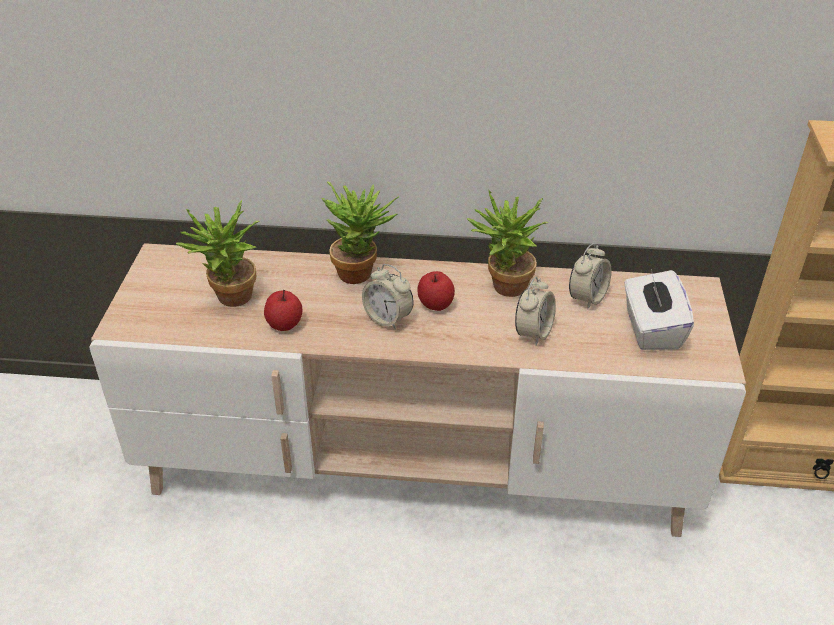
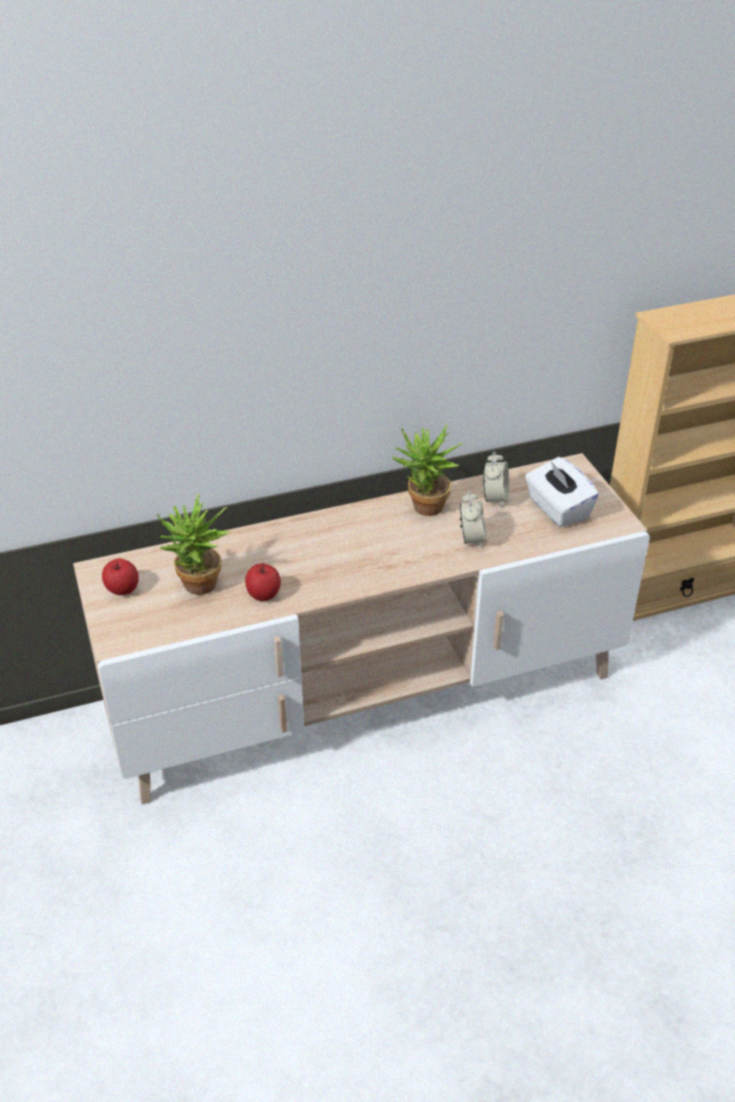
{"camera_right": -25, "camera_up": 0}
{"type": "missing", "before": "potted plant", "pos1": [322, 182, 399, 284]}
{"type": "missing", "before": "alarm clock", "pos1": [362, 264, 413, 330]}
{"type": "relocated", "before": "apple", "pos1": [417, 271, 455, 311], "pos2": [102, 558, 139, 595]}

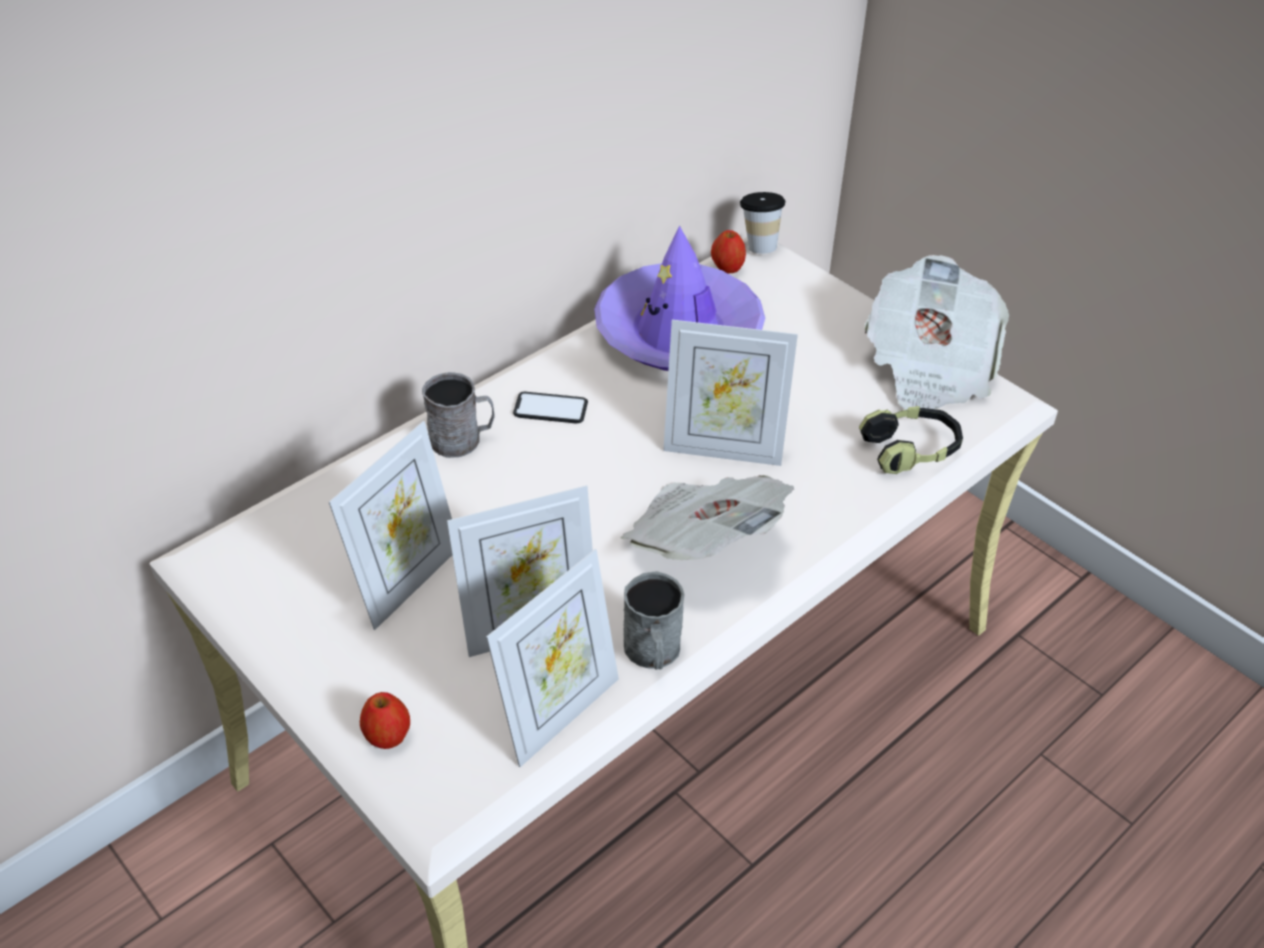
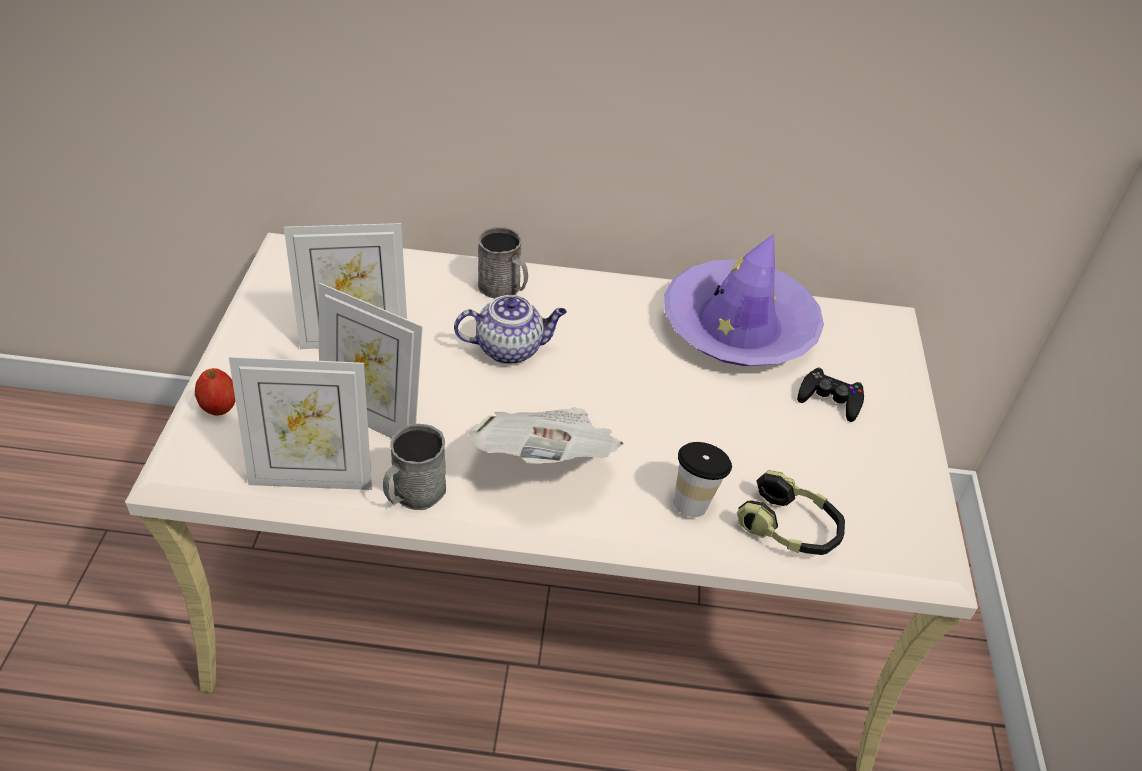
{"camera_right": 45, "camera_up": 0}
{"type": "missing", "before": "phone", "pos1": [513, 392, 588, 423]}
{"type": "missing", "before": "picture frame", "pos1": [663, 320, 798, 466]}
{"type": "missing", "before": "apple", "pos1": [711, 230, 746, 274]}
{"type": "missing", "before": "newspaper", "pos1": [865, 255, 1009, 410]}
{"type": "appeared", "after": "teapot", "pos2": [454, 295, 567, 364]}
{"type": "appeared", "after": "black game controller", "pos2": [797, 367, 864, 422]}
{"type": "relocated", "before": "cup", "pos1": [740, 192, 786, 254], "pos2": [673, 442, 732, 517]}

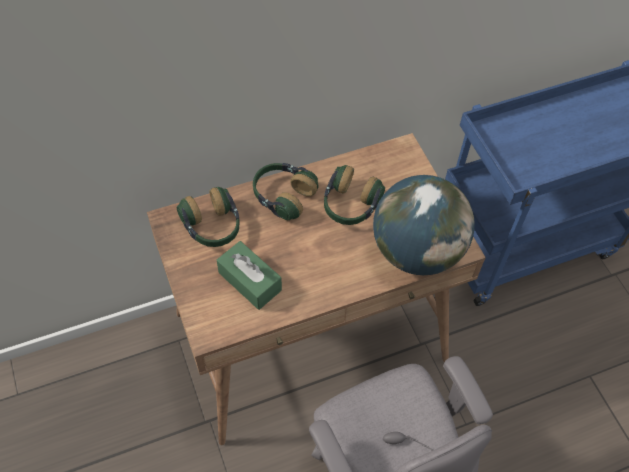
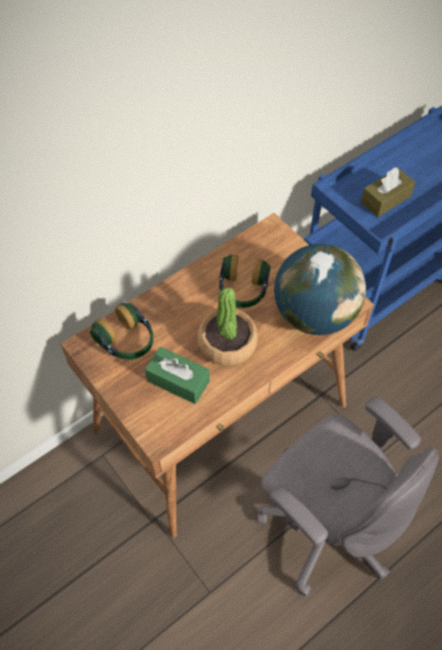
{"camera_right": -15, "camera_up": 0}
{"type": "missing", "before": "headphones", "pos1": [253, 163, 319, 220]}
{"type": "appeared", "after": "potted plant", "pos2": [198, 287, 258, 366]}
{"type": "appeared", "after": "brown tissue box", "pos2": [361, 167, 416, 217]}

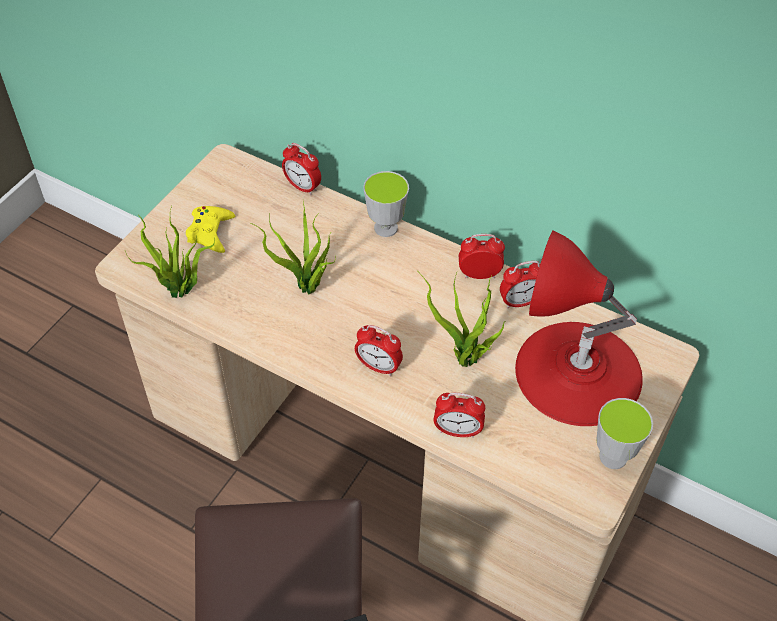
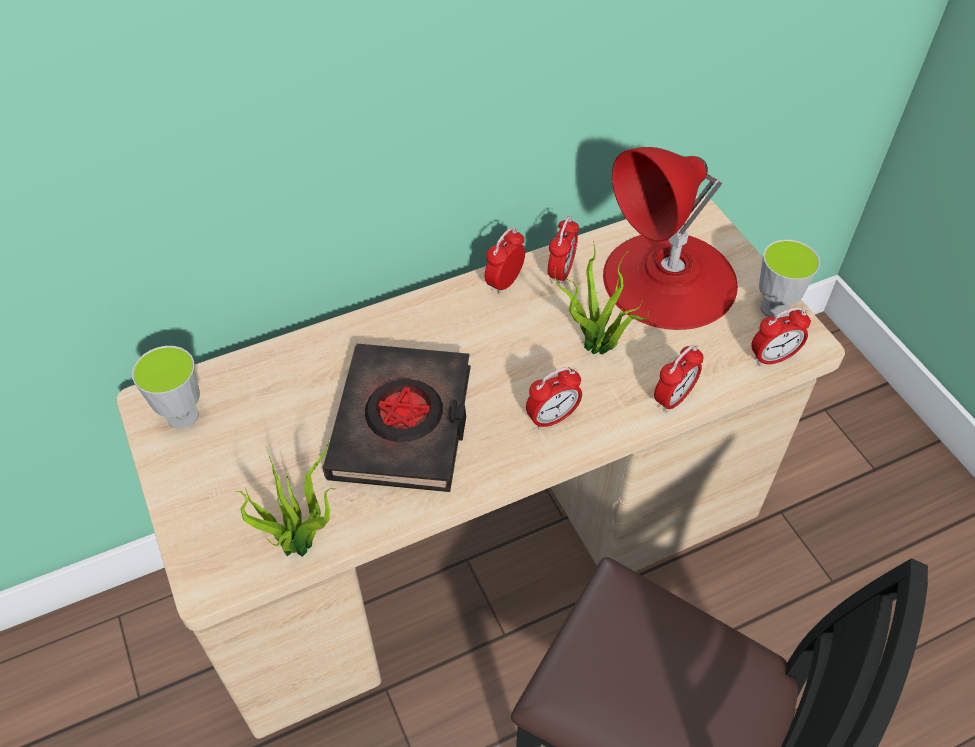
{"camera_right": -55, "camera_up": 0}
{"type": "missing", "before": "yellow game controller", "pos1": [186, 206, 235, 253]}
{"type": "relocated", "before": "alarm clock", "pos1": [282, 143, 321, 195], "pos2": [751, 307, 811, 367]}
{"type": "relocated", "before": "cup", "pos1": [363, 171, 409, 237], "pos2": [132, 346, 200, 429]}
{"type": "exchanged", "before": "potted plant", "after": "black book", "pos1": [250, 199, 336, 294], "pos2": [323, 344, 471, 492]}

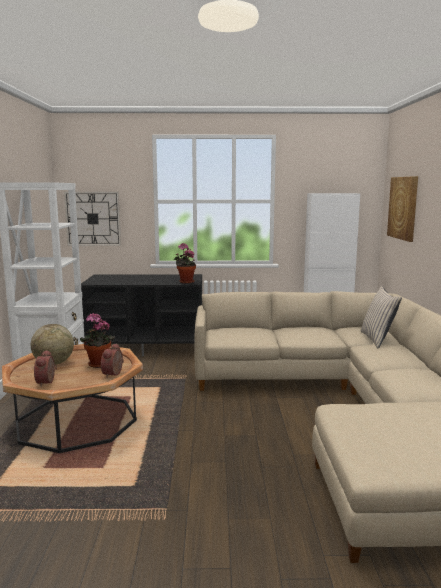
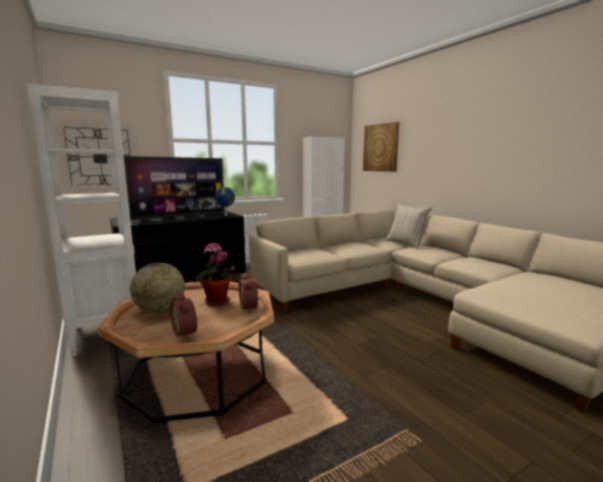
{"camera_right": -30, "camera_up": 0}
{"type": "appeared", "after": "television", "pos2": [124, 156, 224, 221]}
{"type": "exchanged", "before": "potted plant", "after": "globe", "pos1": [174, 243, 196, 284], "pos2": [215, 187, 235, 216]}

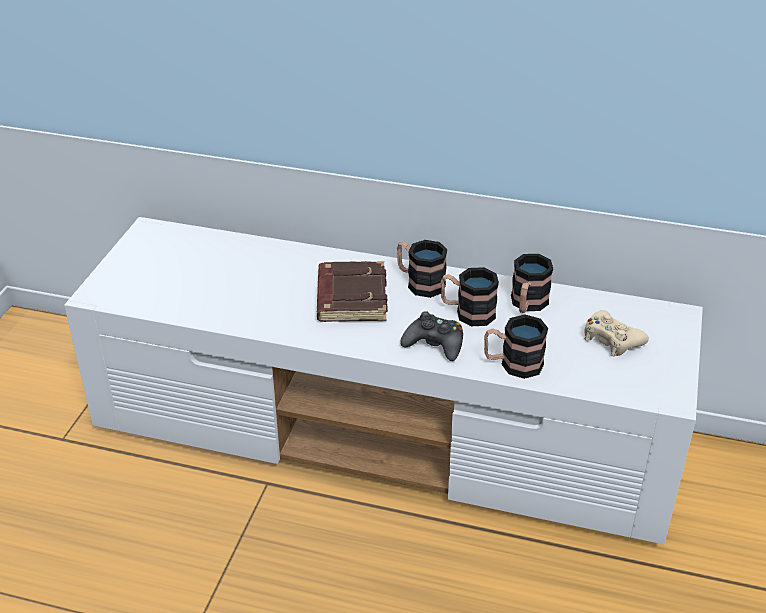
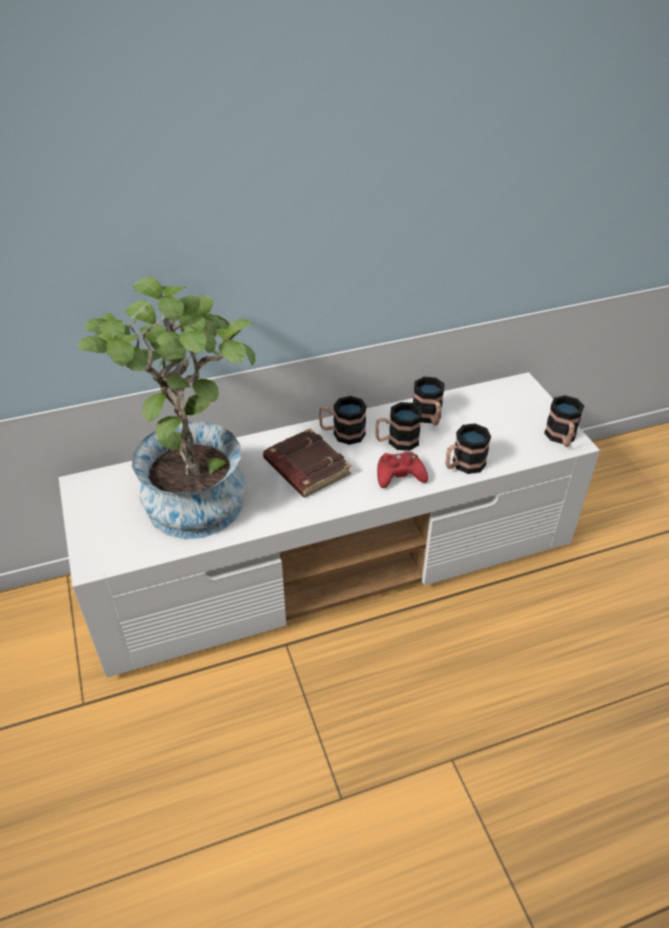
{"camera_right": -35, "camera_up": 5}
{"type": "missing", "before": "beige game controller", "pos1": [584, 310, 649, 356]}
{"type": "appeared", "after": "potted plant", "pos2": [78, 277, 255, 539]}
{"type": "appeared", "after": "mug", "pos2": [544, 395, 584, 447]}
{"type": "colour", "before": "black game controller", "after": "red game controller", "pos1": [400, 311, 463, 361], "pos2": [377, 451, 428, 488]}

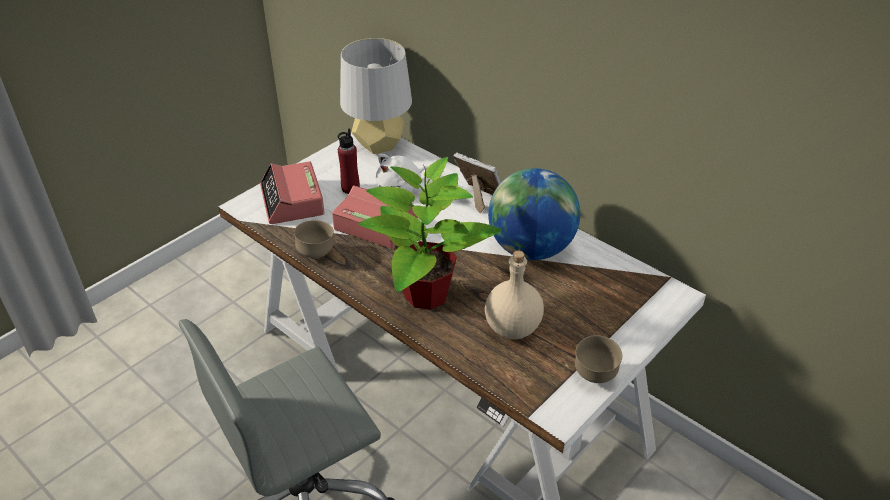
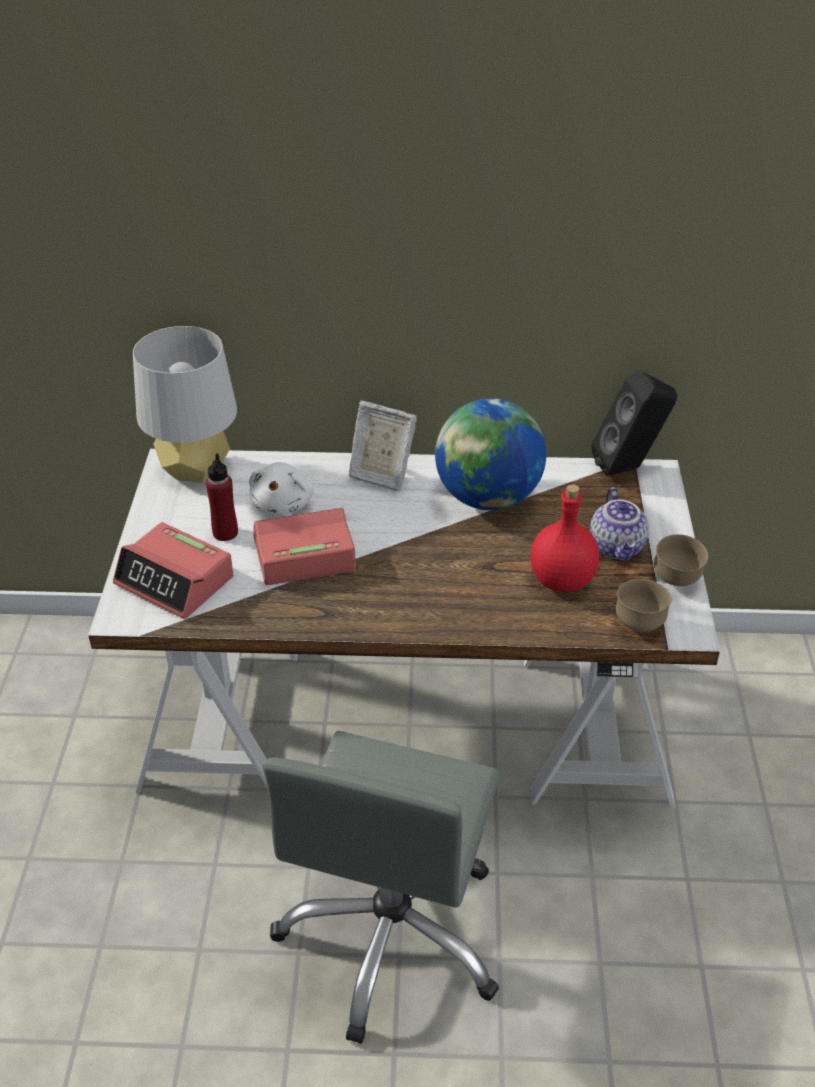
{"camera_right": -40, "camera_up": 0}
{"type": "missing", "before": "potted plant", "pos1": [358, 157, 501, 310]}
{"type": "appeared", "after": "teapot", "pos2": [590, 487, 649, 562]}
{"type": "appeared", "after": "black speaker", "pos2": [591, 371, 677, 476]}
{"type": "relocated", "before": "brown bowl", "pos1": [294, 220, 334, 259], "pos2": [616, 579, 671, 632]}
{"type": "colour", "before": "beige bottle", "after": "red bottle", "pos1": [485, 251, 544, 340], "pos2": [530, 484, 599, 592]}
{"type": "spun", "before": "picture frame", "pos1": [453, 152, 501, 213], "pos2": [349, 401, 417, 491], "turn": -150}

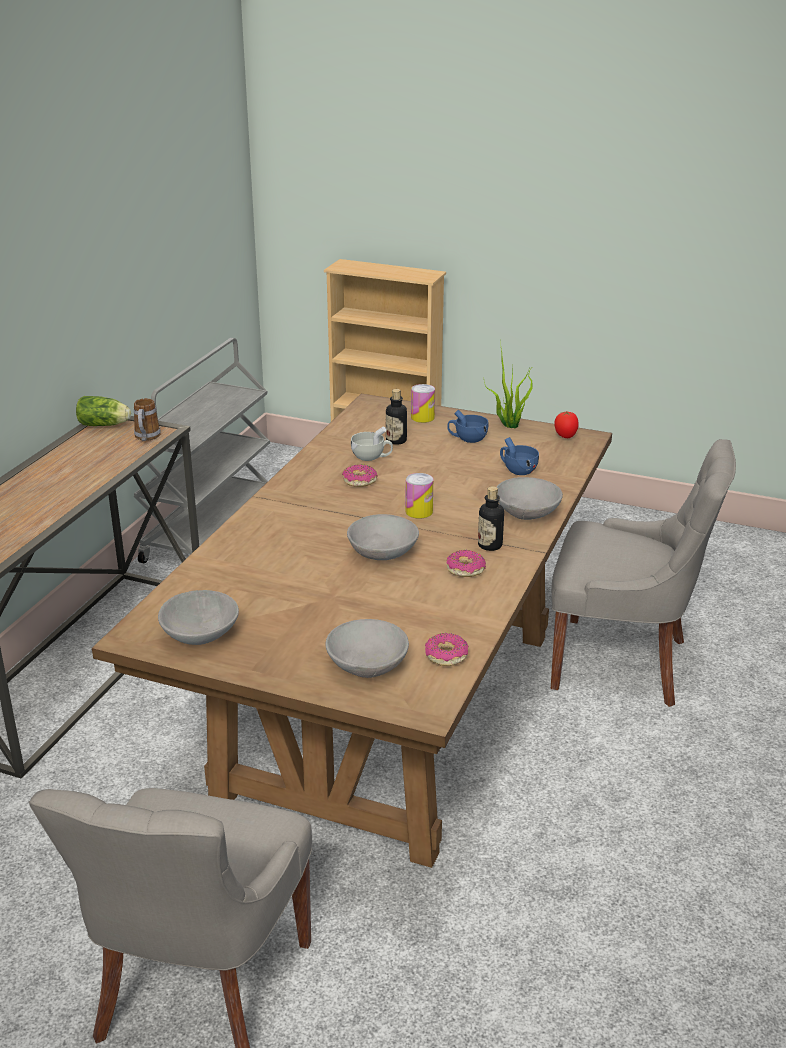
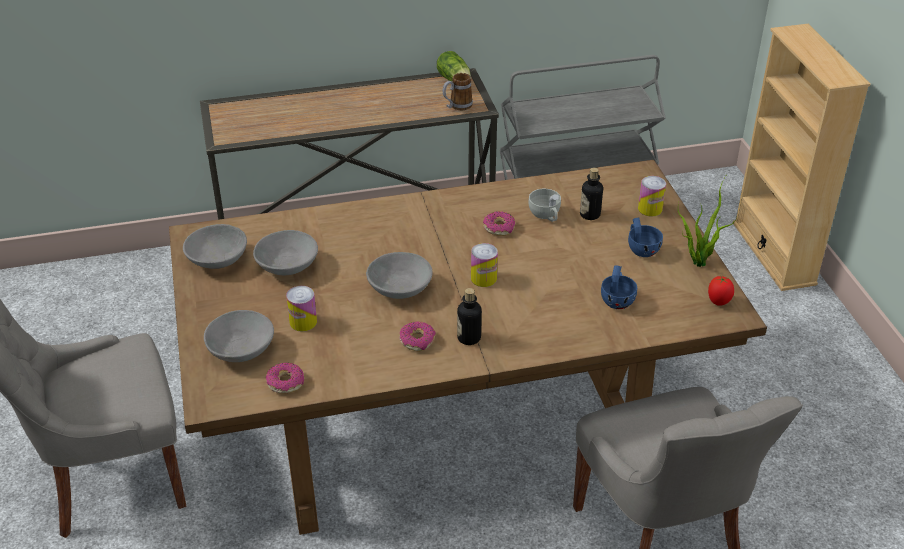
{"camera_right": 55, "camera_up": 10}
{"type": "appeared", "after": "can", "pos2": [286, 286, 317, 332]}
{"type": "relocated", "before": "grey bowl", "pos1": [497, 477, 563, 520], "pos2": [253, 230, 318, 275]}

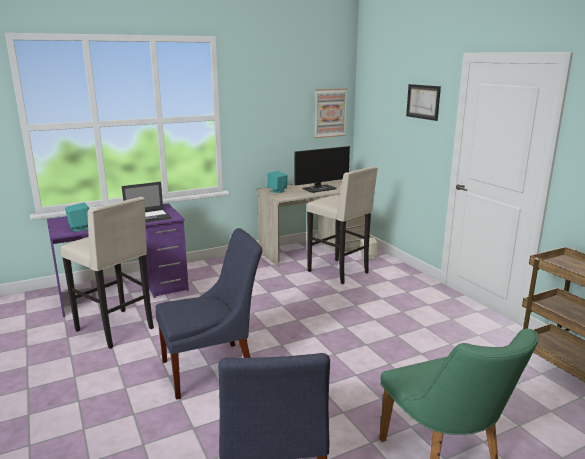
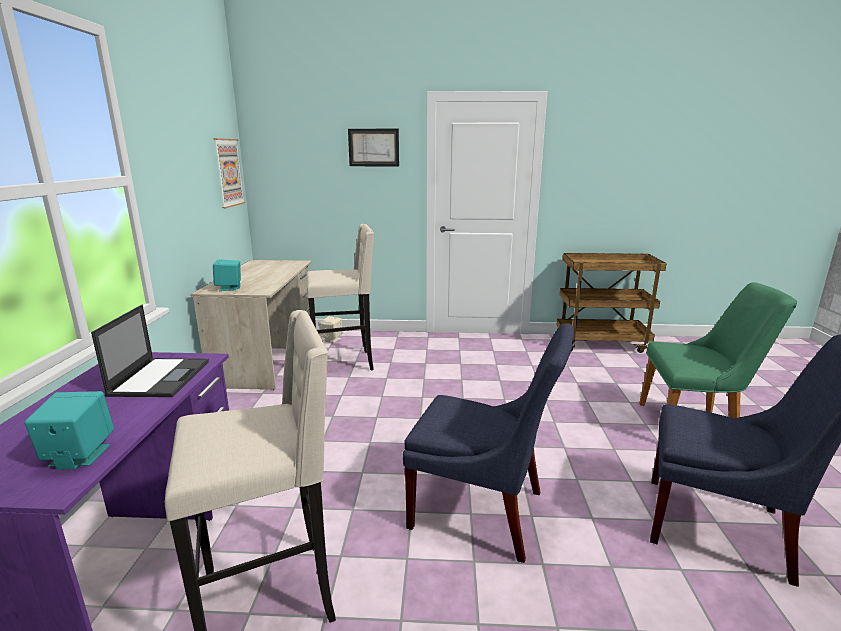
{"camera_right": -60, "camera_up": 0}
{"type": "missing", "before": "monitor", "pos1": [294, 146, 350, 193]}
{"type": "spun", "before": "blue chair", "pos1": [155, 228, 262, 400], "pos2": [403, 323, 574, 563], "turn": 105}

